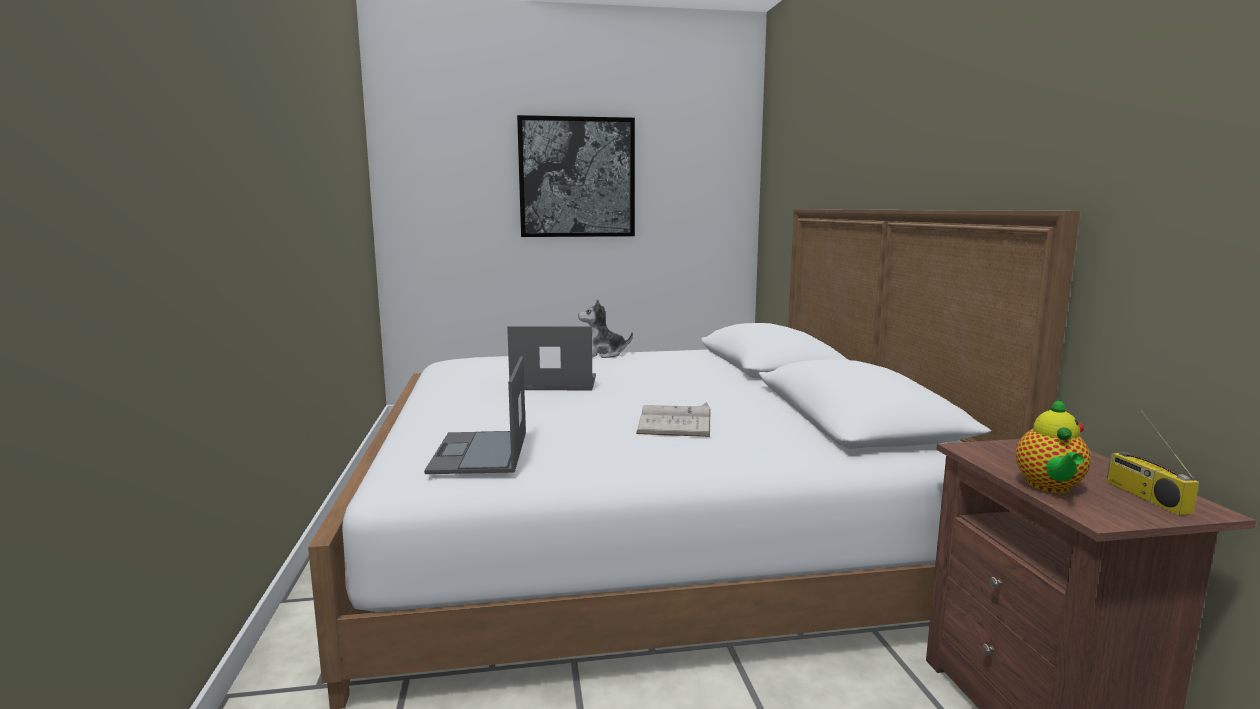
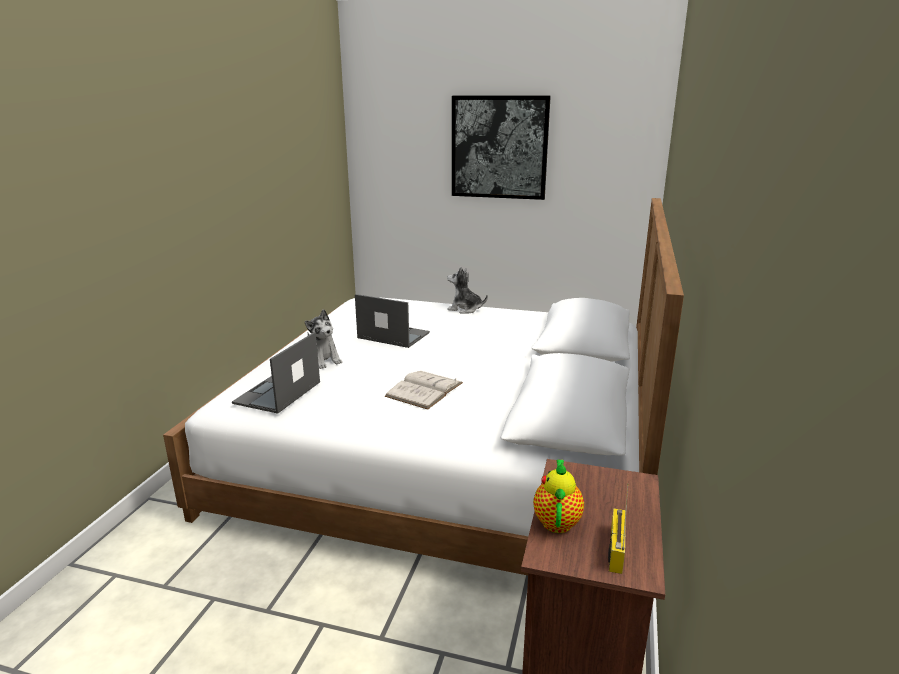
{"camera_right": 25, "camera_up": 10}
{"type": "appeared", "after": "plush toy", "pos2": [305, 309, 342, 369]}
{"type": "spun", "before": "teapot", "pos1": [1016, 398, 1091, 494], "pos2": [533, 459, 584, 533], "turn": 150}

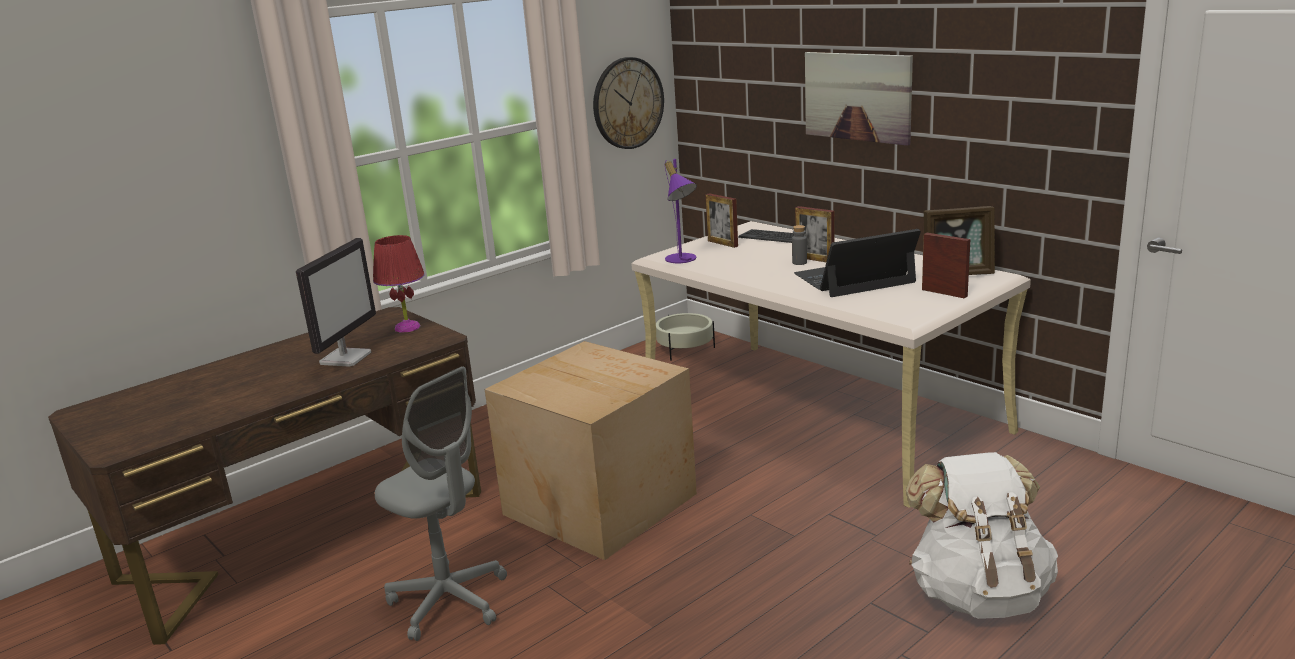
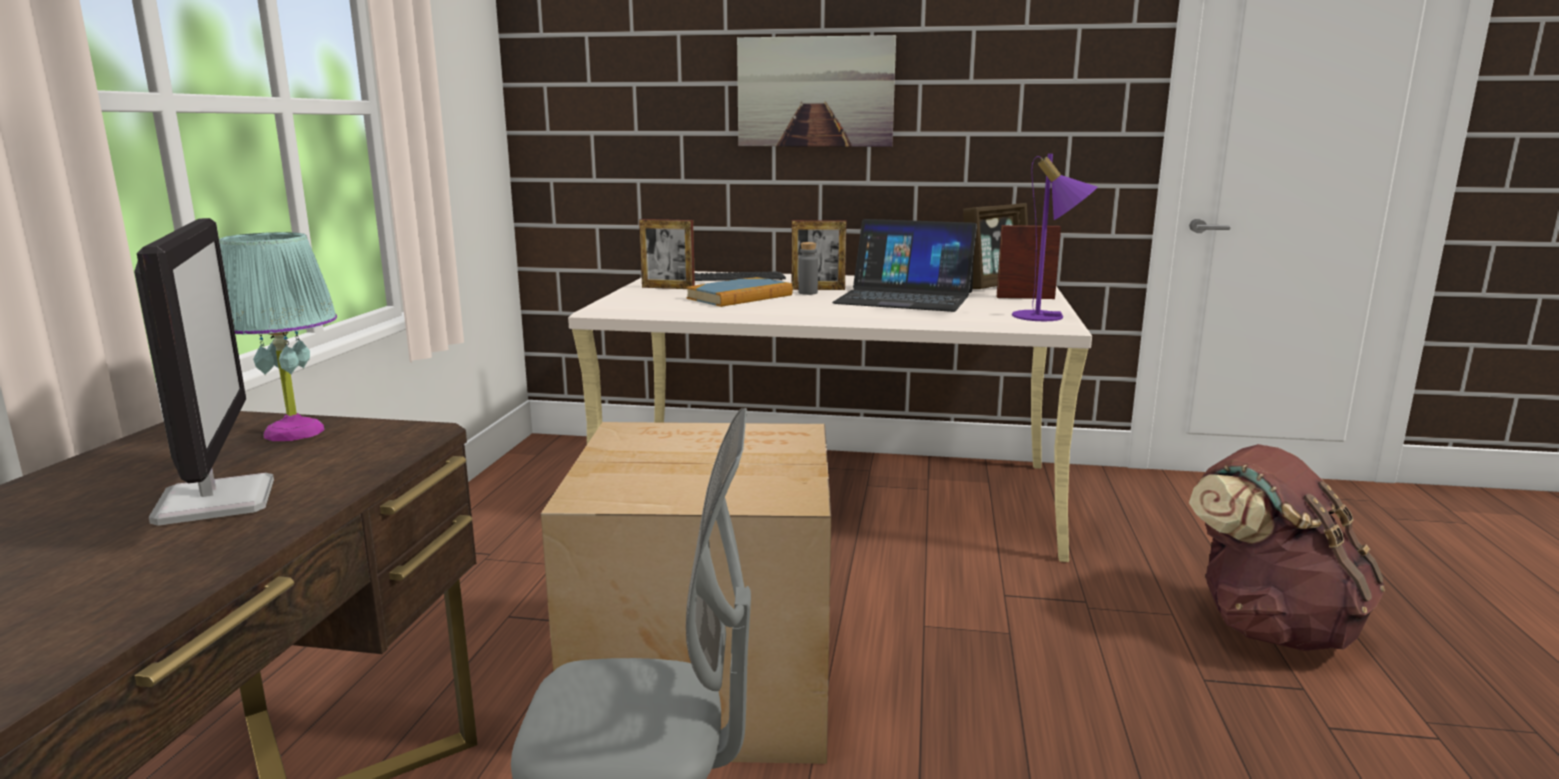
{"camera_right": -40, "camera_up": -5}
{"type": "missing", "before": "wall clock", "pos1": [593, 57, 664, 149]}
{"type": "missing", "before": "beige planter", "pos1": [656, 313, 715, 361]}
{"type": "appeared", "after": "book", "pos2": [686, 277, 793, 307]}
{"type": "relocated", "before": "purple table lamp", "pos1": [665, 159, 697, 263], "pos2": [1012, 154, 1098, 321]}
{"type": "colour", "before": "red table lamp", "after": "turquoise table lamp", "pos1": [373, 235, 424, 333], "pos2": [219, 232, 337, 441]}
{"type": "colour", "before": "white backpack", "after": "brown backpack", "pos1": [906, 452, 1058, 619], "pos2": [1189, 444, 1385, 651]}
{"type": "spun", "before": "laptop", "pos1": [794, 229, 921, 297], "pos2": [832, 219, 977, 312], "turn": -105}

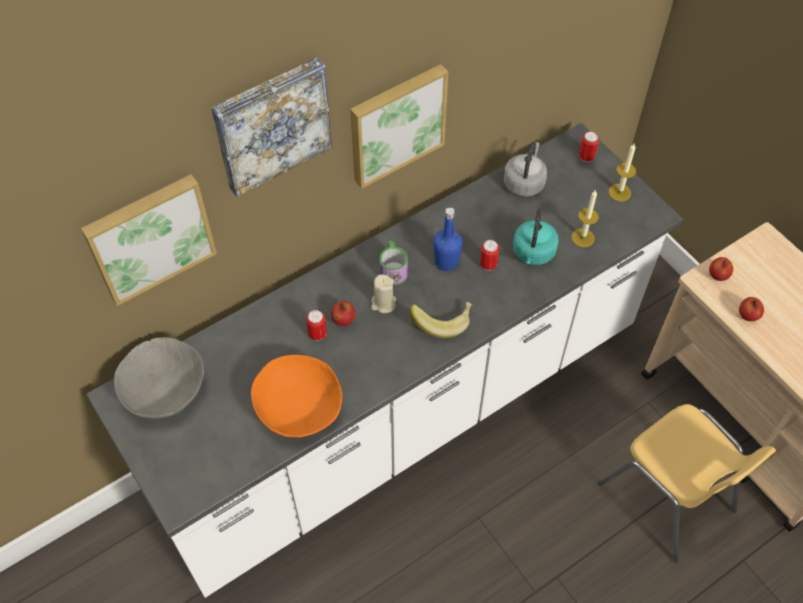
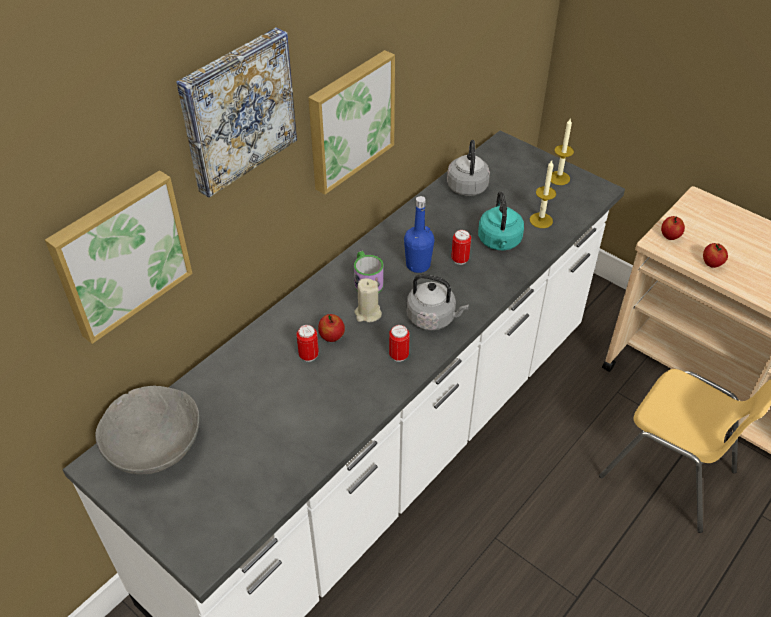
{"camera_right": -15, "camera_up": -10}
{"type": "missing", "before": "orange bowl", "pos1": [251, 355, 342, 437]}
{"type": "relocated", "before": "can", "pos1": [579, 132, 599, 162], "pos2": [389, 325, 410, 362]}
{"type": "exchanged", "before": "banana", "after": "grey kettle", "pos1": [409, 302, 472, 338], "pos2": [406, 274, 469, 330]}

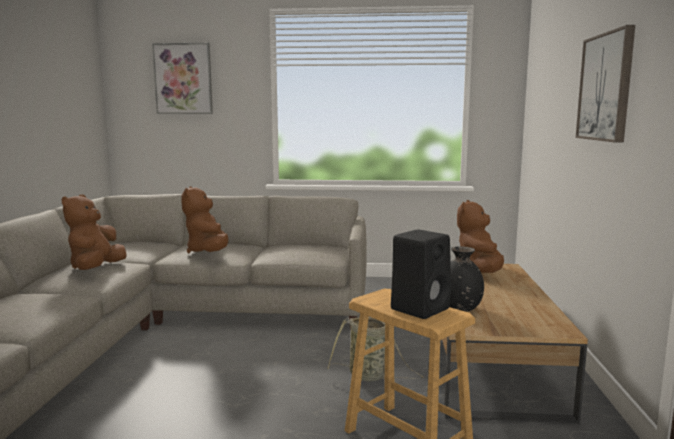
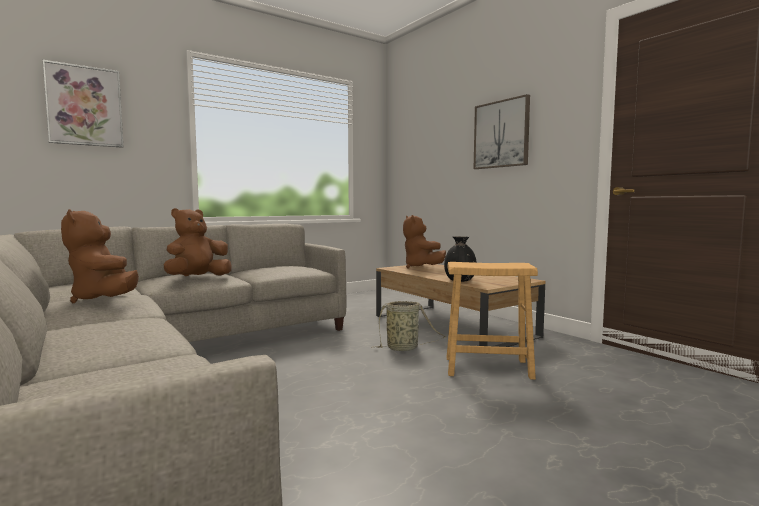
{"camera_right": -40, "camera_up": -5}
{"type": "missing", "before": "black speaker", "pos1": [391, 229, 452, 319]}
{"type": "spun", "before": "brown plush toy", "pos1": [181, 186, 228, 253], "pos2": [164, 208, 232, 276], "turn": 90}

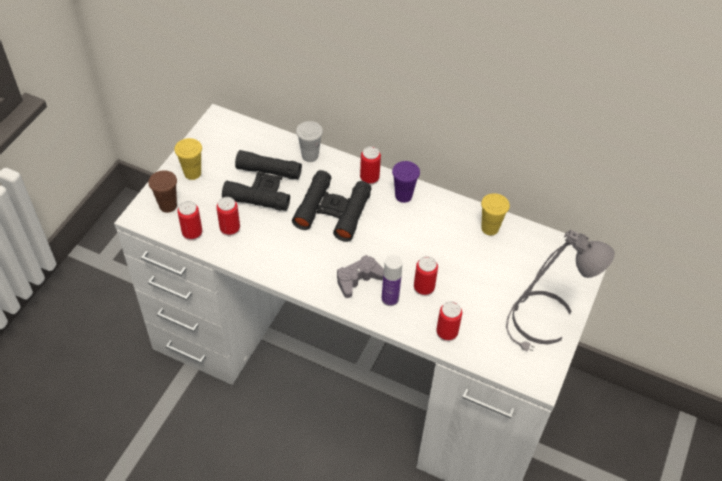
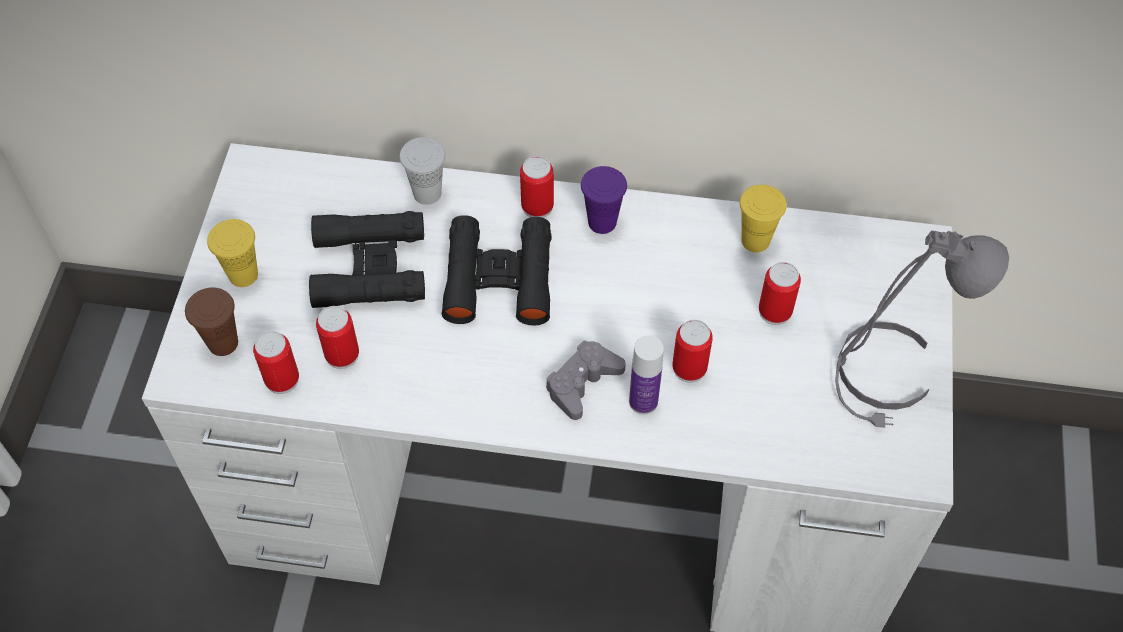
{"camera_right": -15, "camera_up": 5}
{"type": "relocated", "before": "can", "pos1": [436, 301, 462, 342], "pos2": [759, 262, 801, 325]}

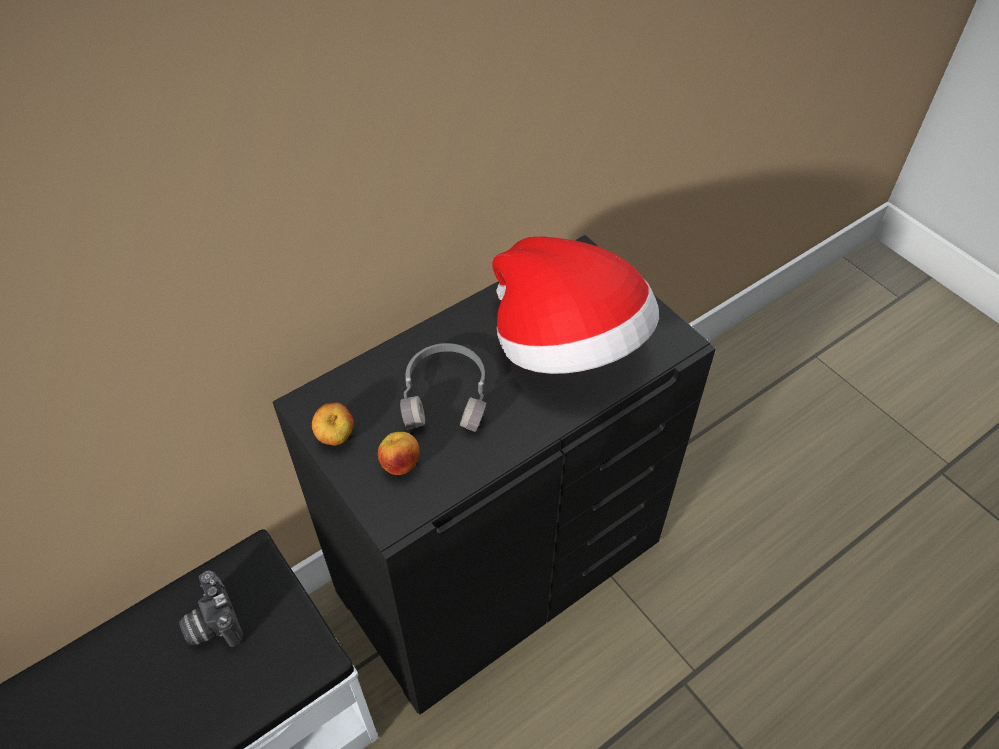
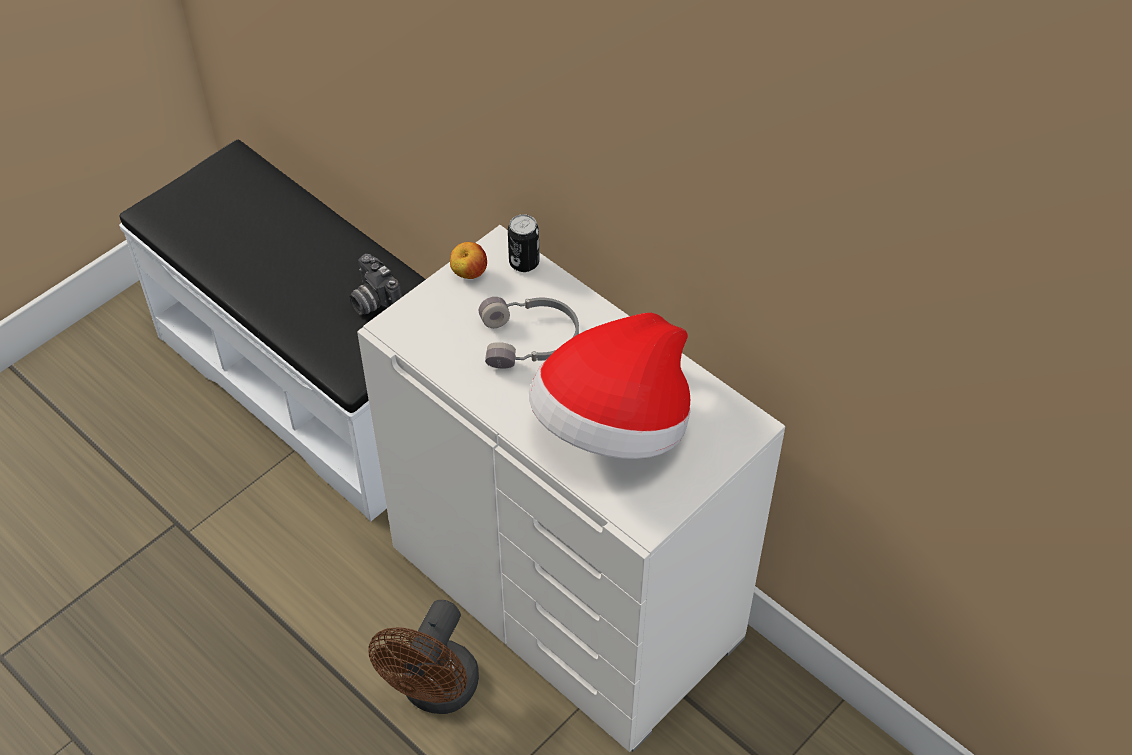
{"camera_right": 80, "camera_up": 0}
{"type": "missing", "before": "apple", "pos1": [378, 432, 419, 475]}
{"type": "appeared", "after": "brown fan", "pos2": [368, 600, 479, 714]}
{"type": "appeared", "after": "can", "pos2": [508, 214, 540, 272]}
{"type": "colour", "before": "black dresser", "after": "white dresser", "pos1": [273, 235, 716, 715], "pos2": [357, 225, 785, 752]}
{"type": "spun", "before": "photo camera", "pos1": [179, 571, 243, 647], "pos2": [349, 254, 402, 315], "turn": -90}

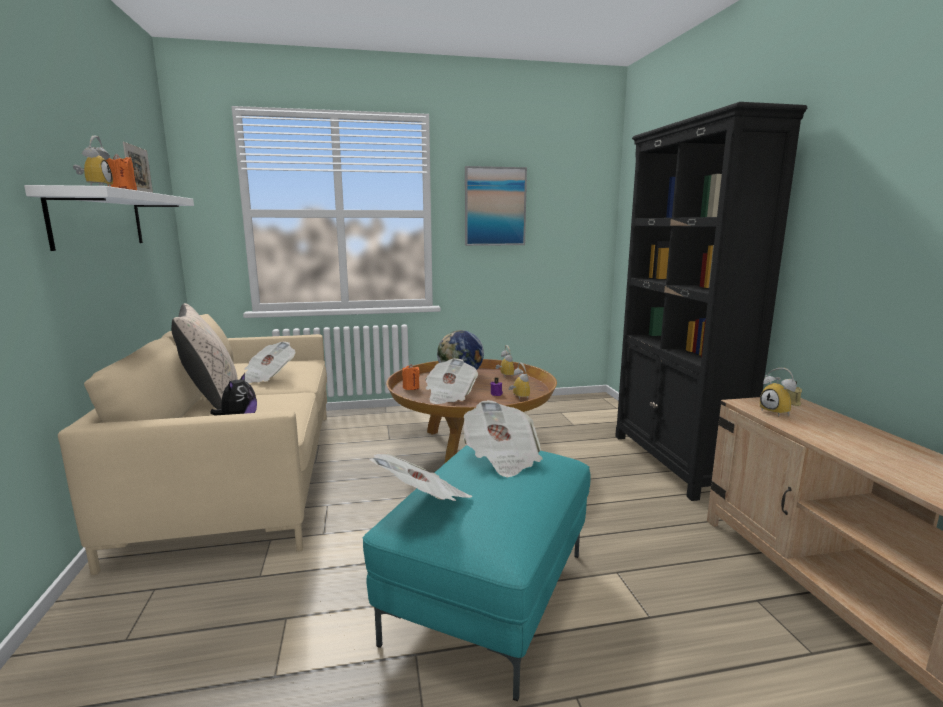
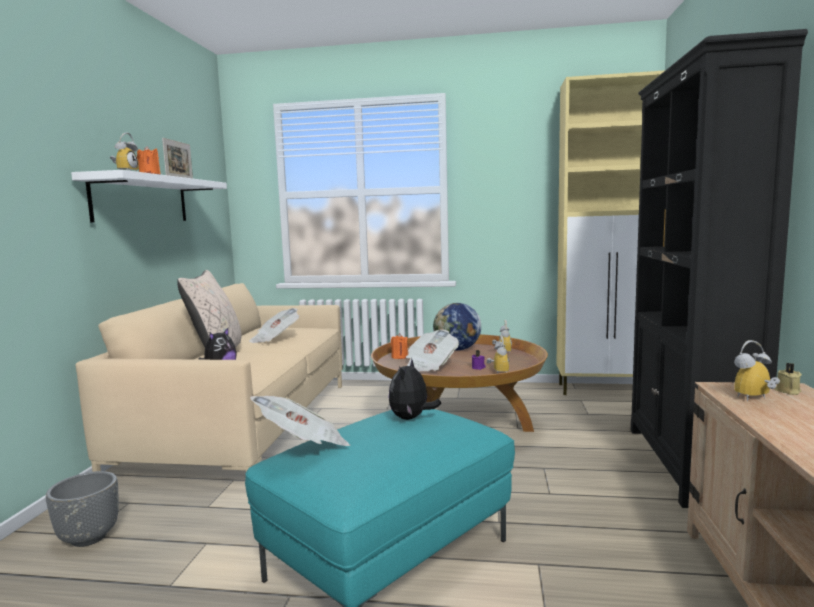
{"camera_right": 20, "camera_up": -5}
{"type": "missing", "before": "picture", "pos1": [465, 166, 527, 246]}
{"type": "appeared", "after": "grey planter", "pos2": [46, 471, 119, 547]}
{"type": "appeared", "after": "beige cabinet", "pos2": [556, 70, 665, 395]}
{"type": "exchanged", "before": "newspaper", "after": "plush toy", "pos1": [463, 400, 542, 478], "pos2": [388, 358, 441, 420]}
{"type": "spun", "before": "alarm clock", "pos1": [760, 368, 797, 417], "pos2": [734, 340, 780, 402], "turn": 75}

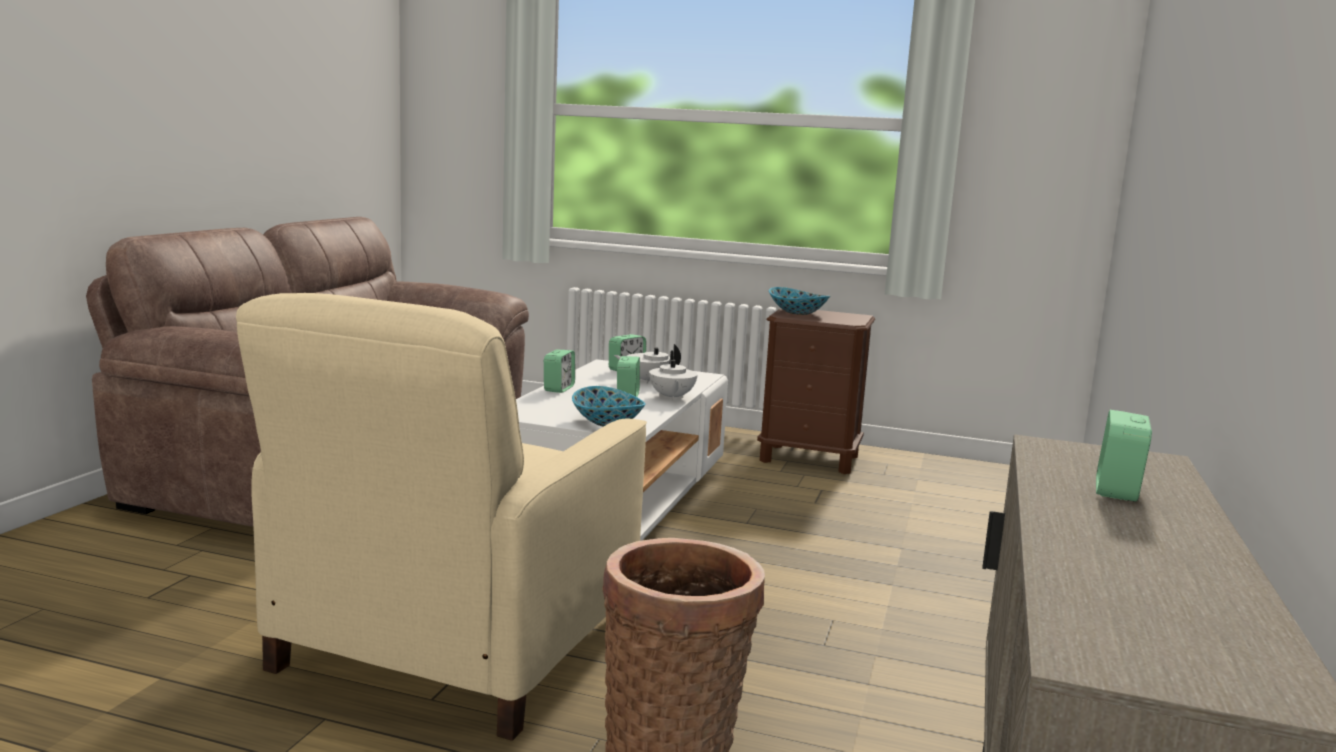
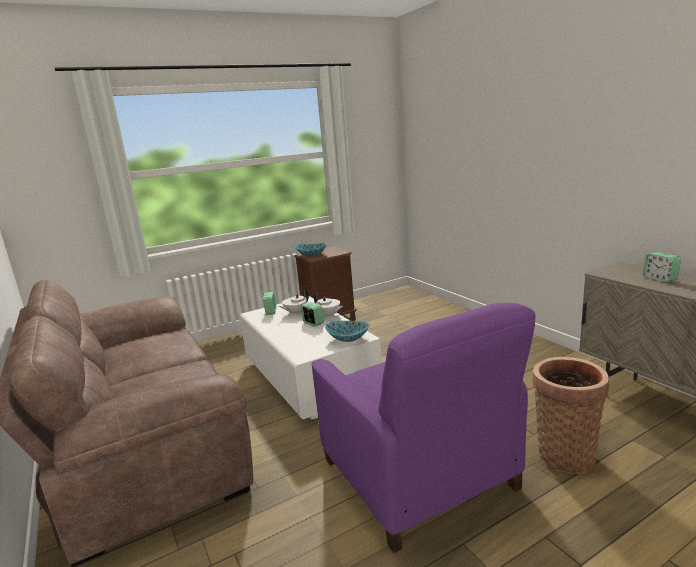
{"camera_right": -45, "camera_up": 5}
{"type": "missing", "before": "alarm clock", "pos1": [544, 349, 575, 393]}
{"type": "colour", "before": "beige armchair", "after": "purple armchair", "pos1": [236, 293, 647, 741], "pos2": [311, 303, 536, 553]}

